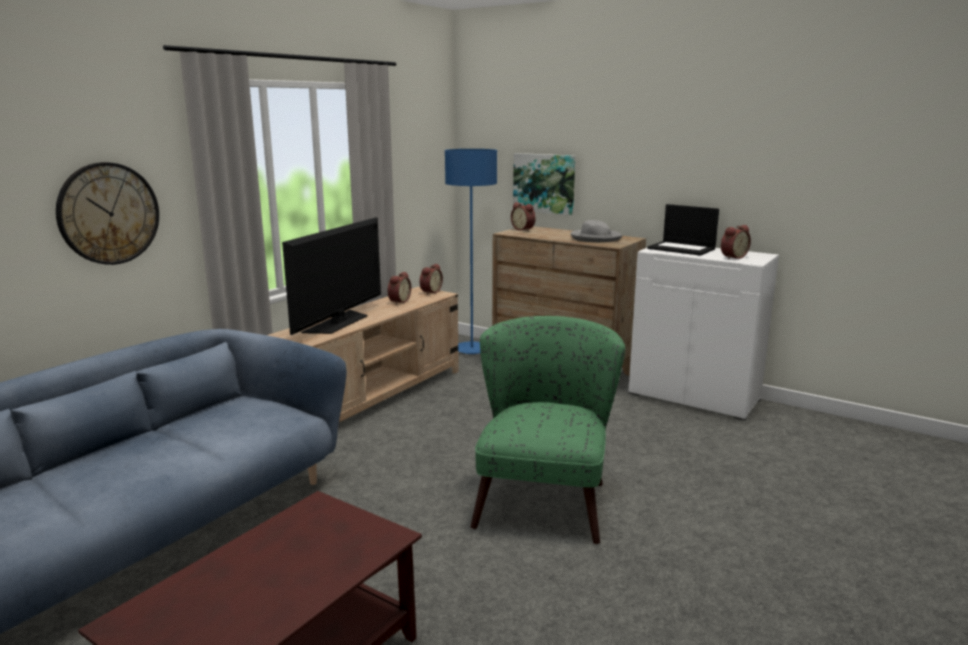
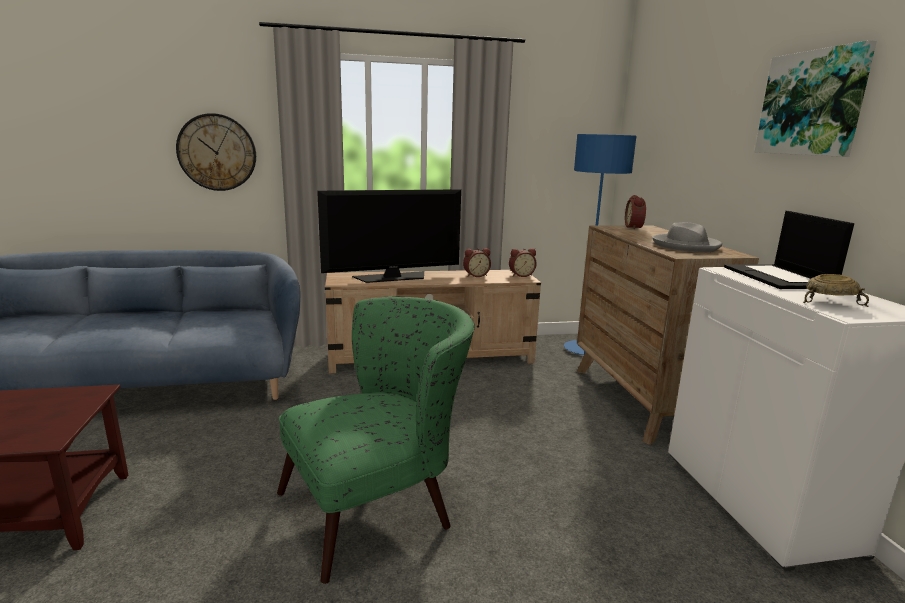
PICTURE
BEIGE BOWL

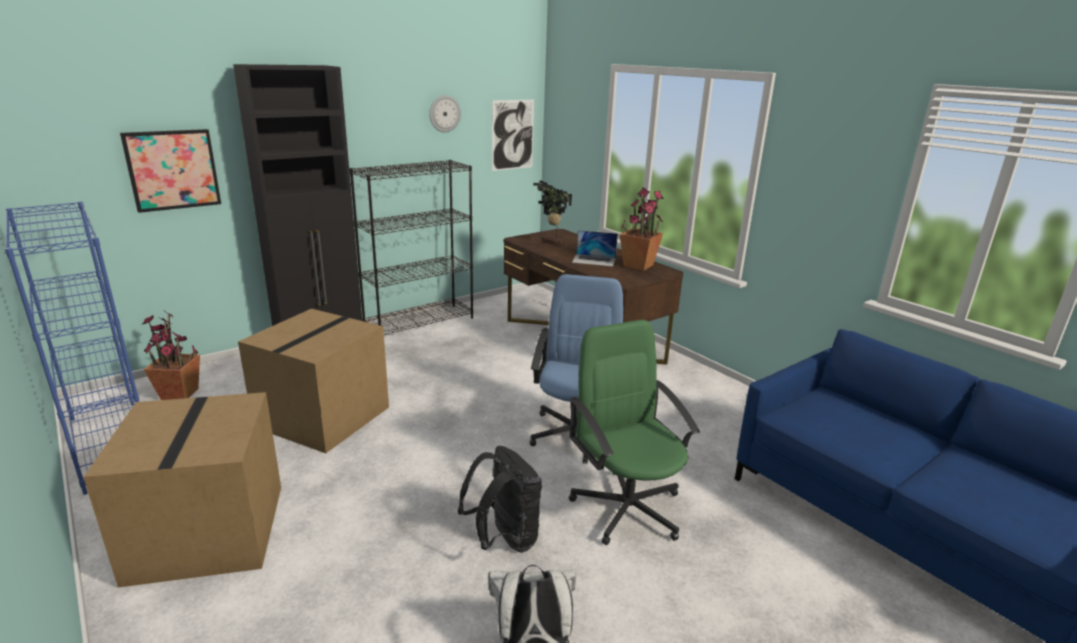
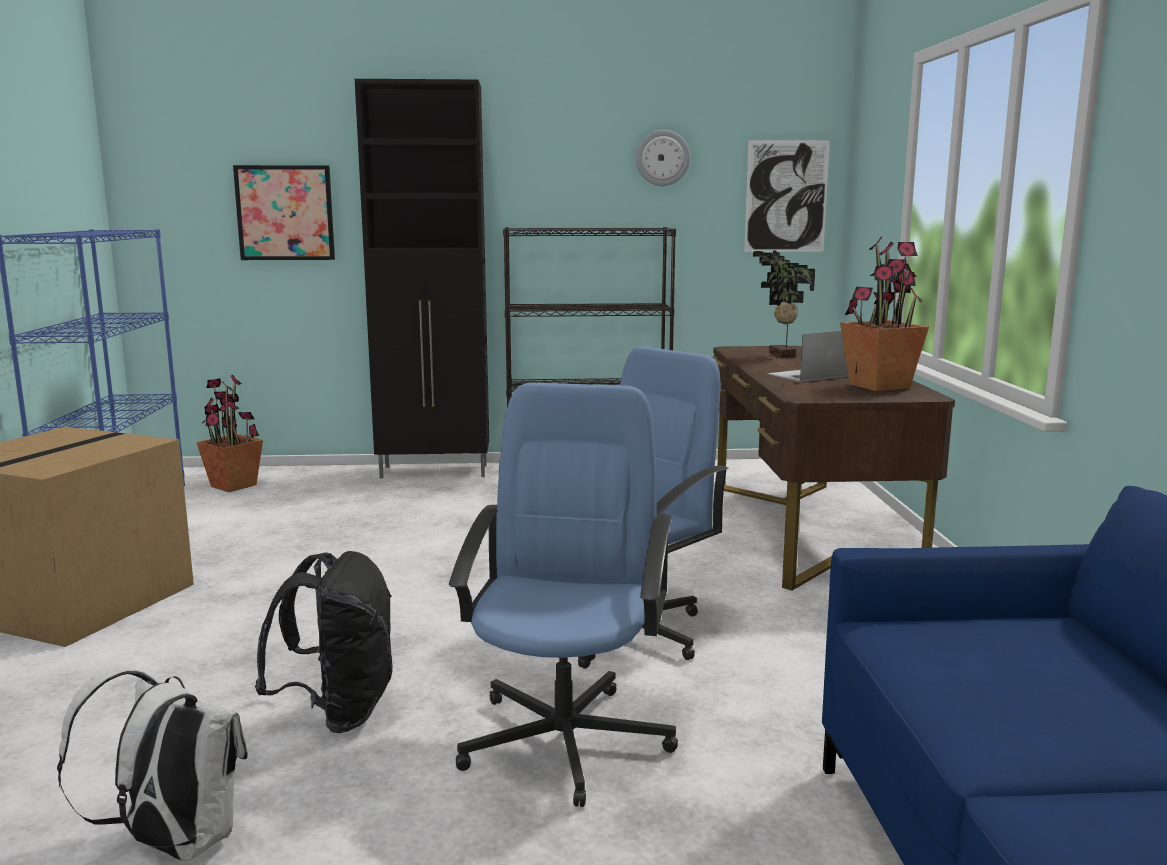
BLUE OFFICE CHAIR (1st from left)
LAPTOP
CARDBOARD BOX (2nd from left in the first image)

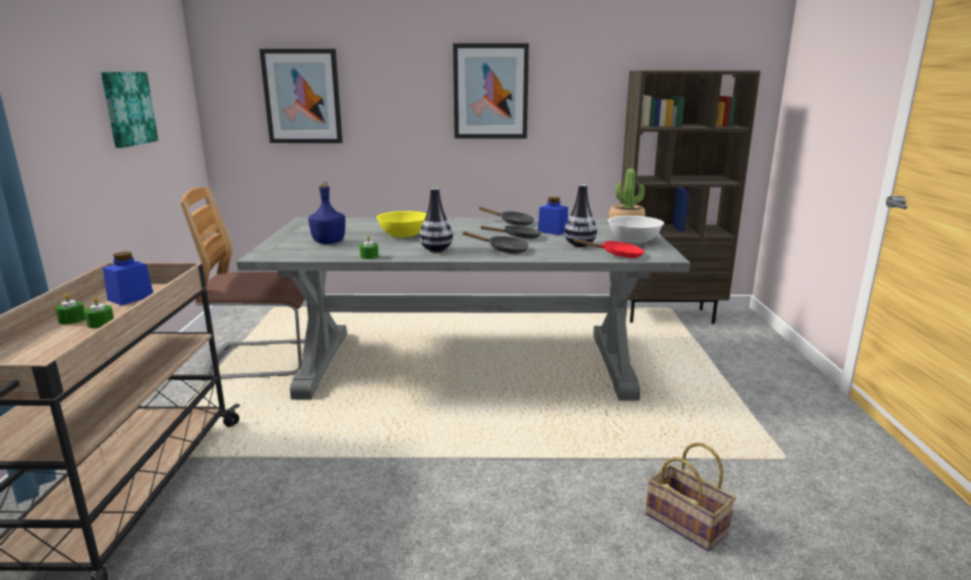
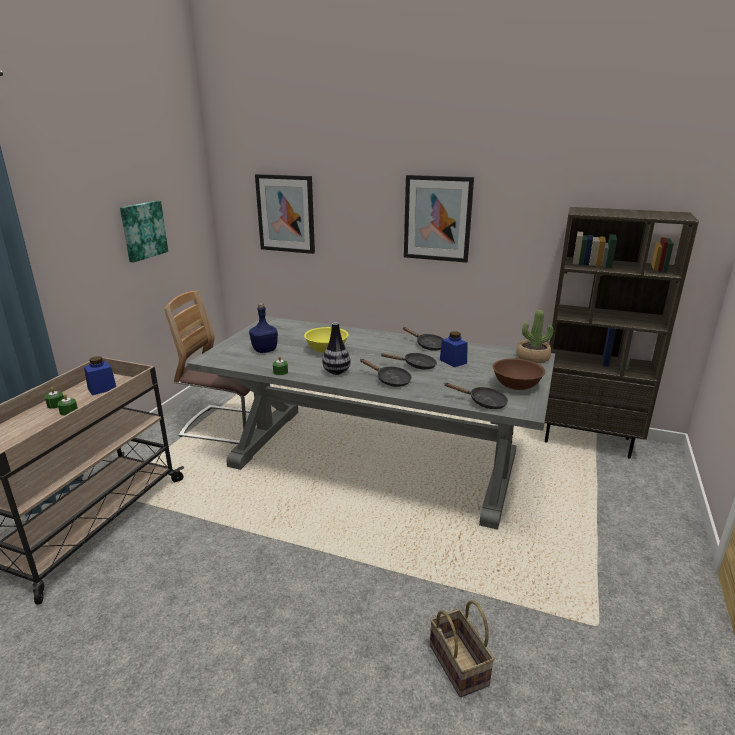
BLACK FRYING PAN (4th from left)
BROWN BOWL
VASE (2nd from left in the first image)

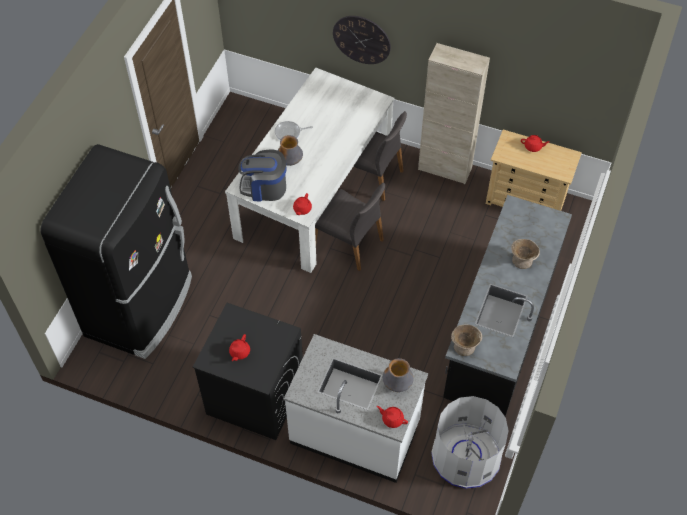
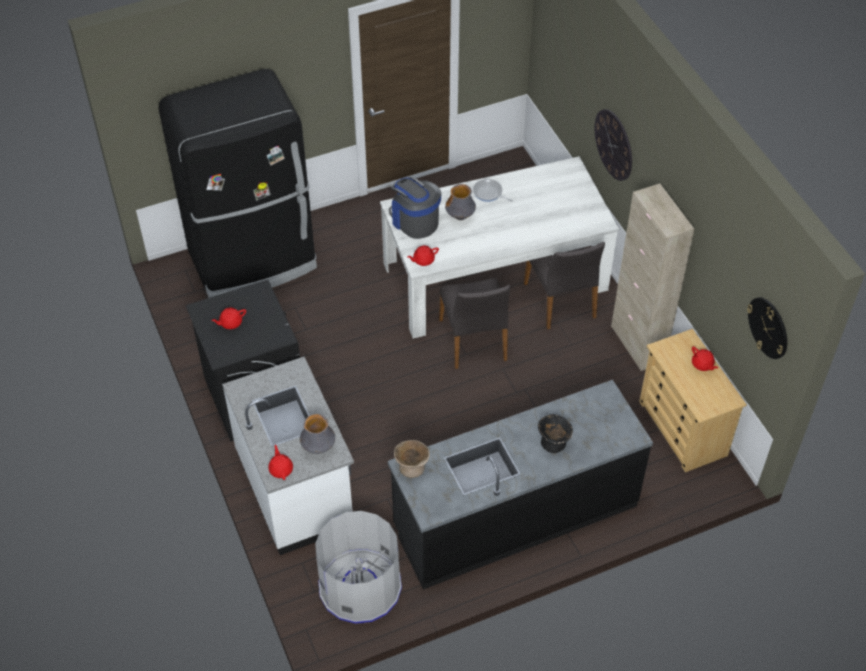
BLACK BOWL
WALL CLOCK (2nd from left)

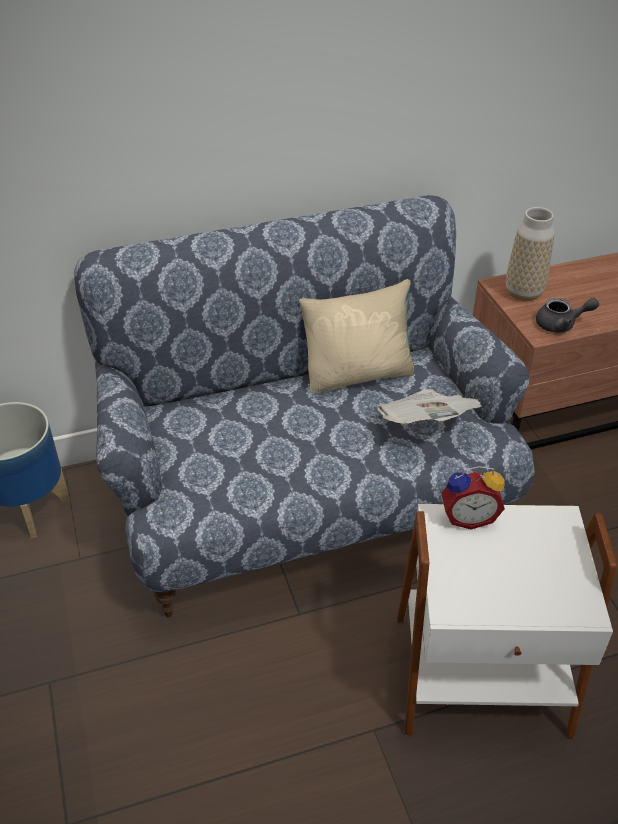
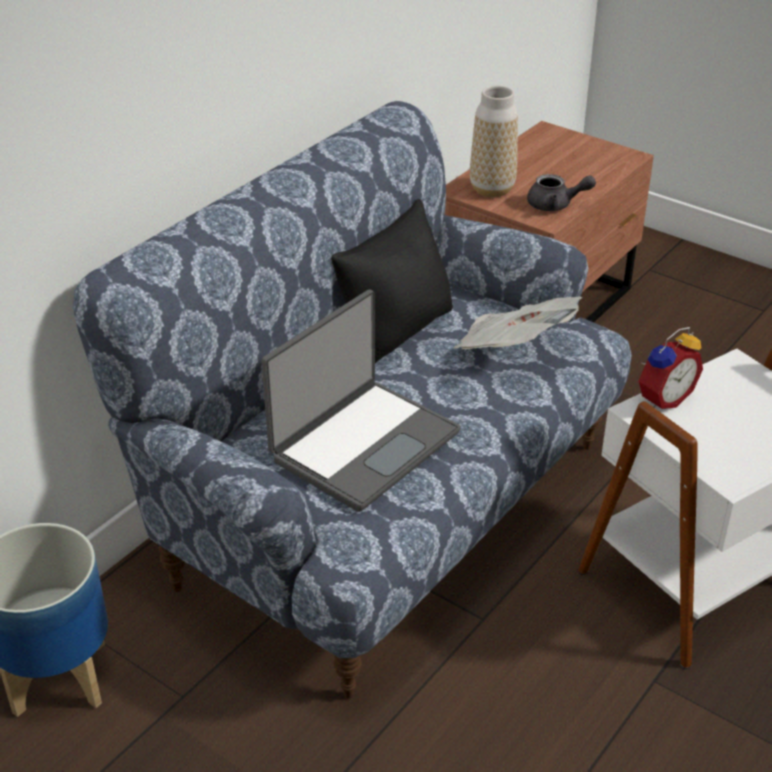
LAPTOP
BLACK PILLOW
GREY TEAPOT

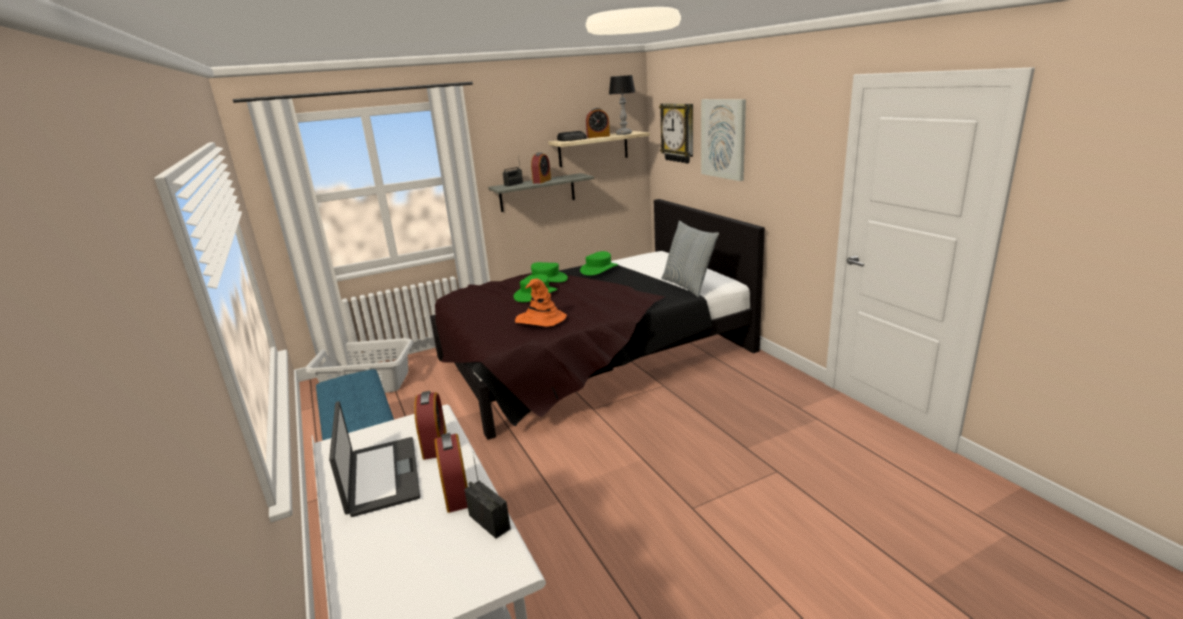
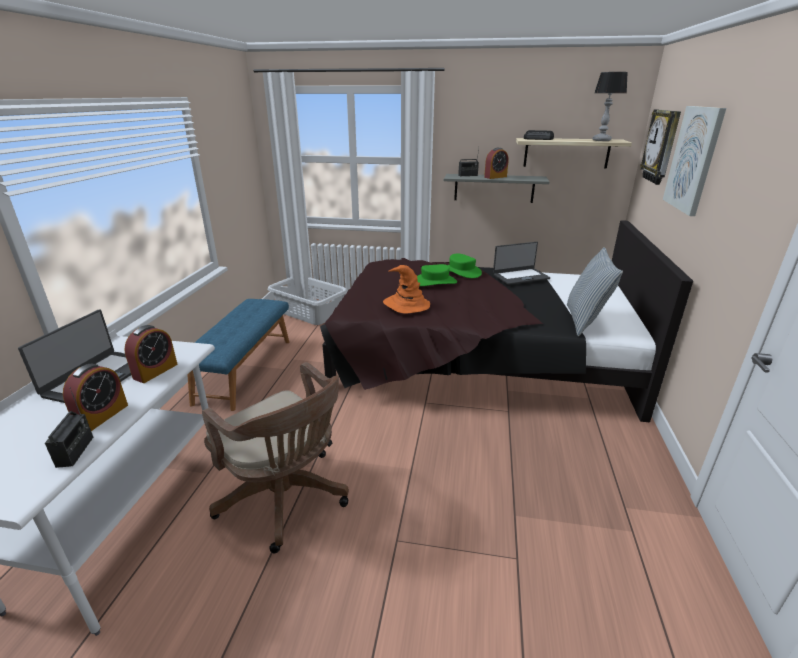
BROWN OFFICE CHAIR
LAPTOP (2nd from left)
ALARM CLOCK (4th from left in the first image)

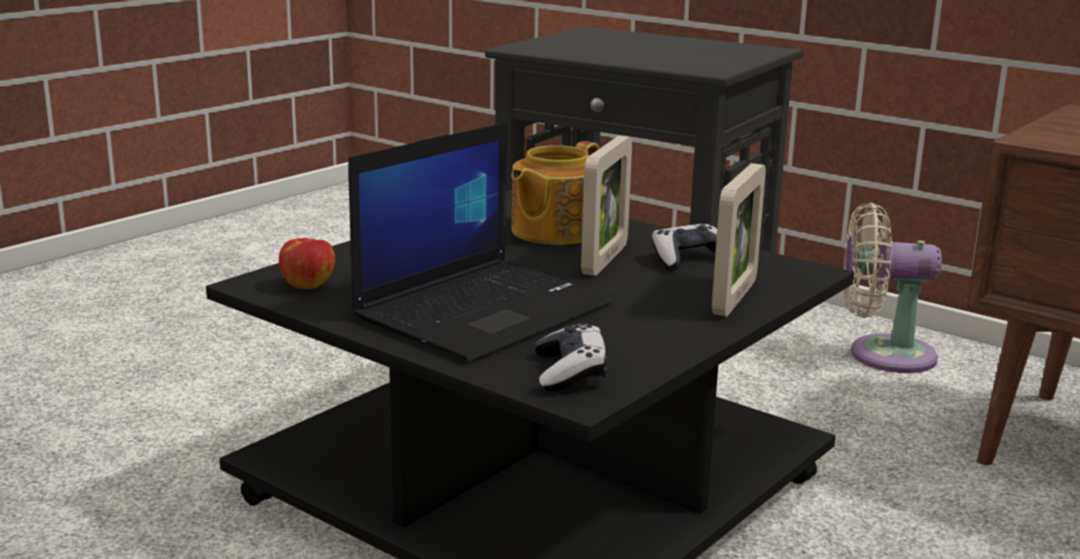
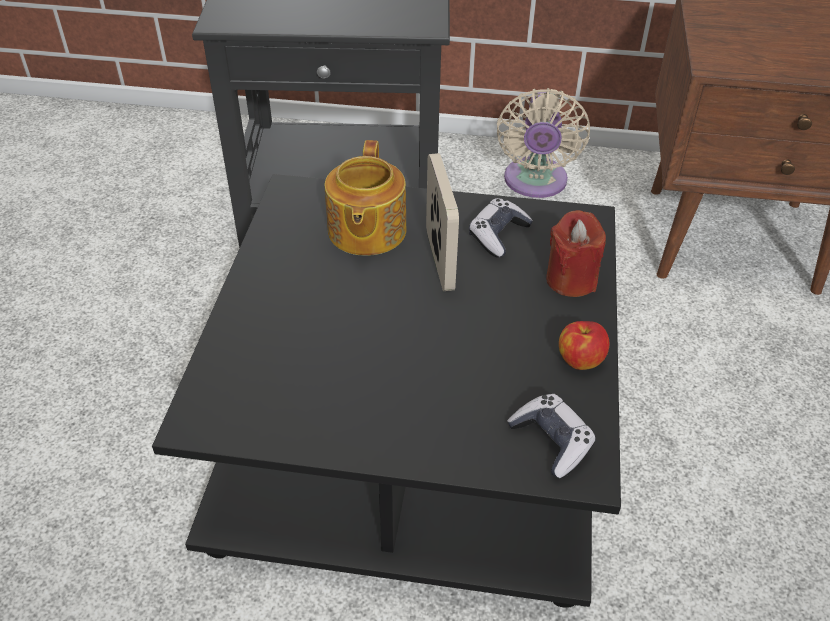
BEIGE FAN
RED CANDLE
APPLE
LAPTOP

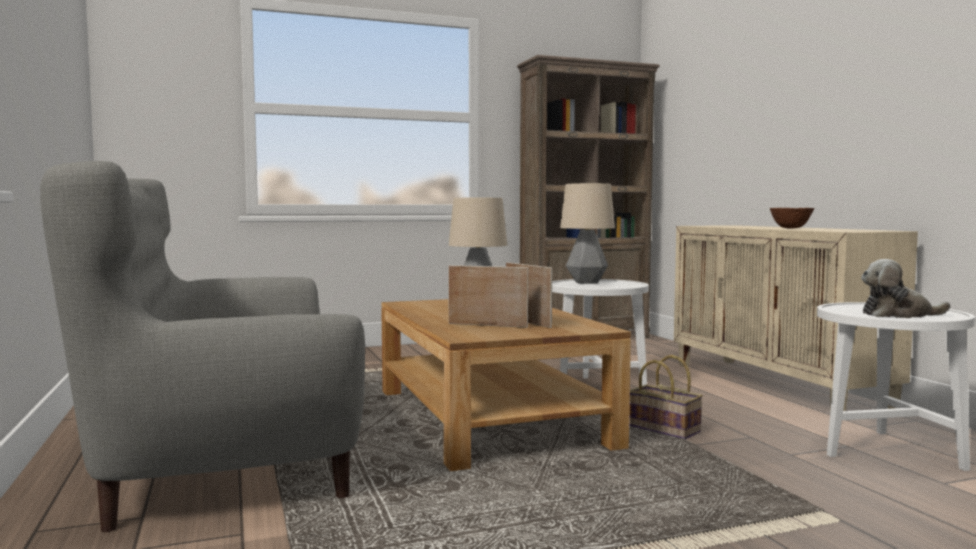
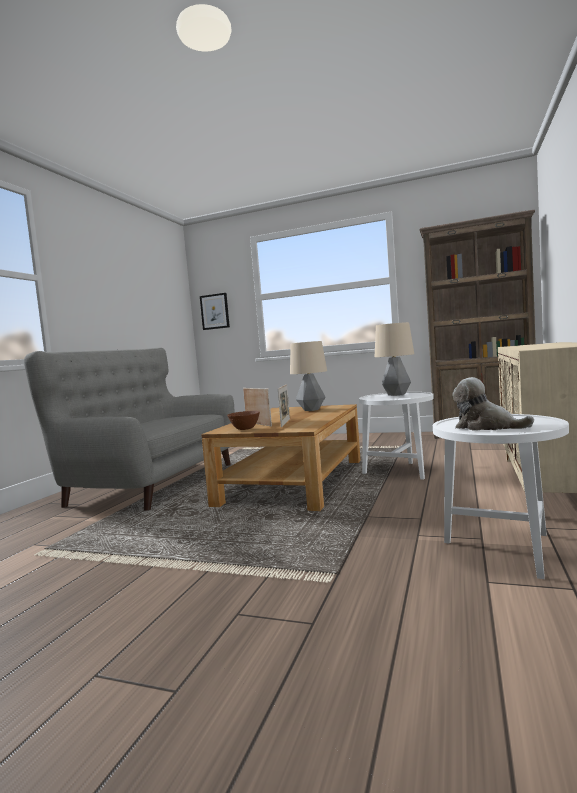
PICTURE
BROWN BOWL
BASKET

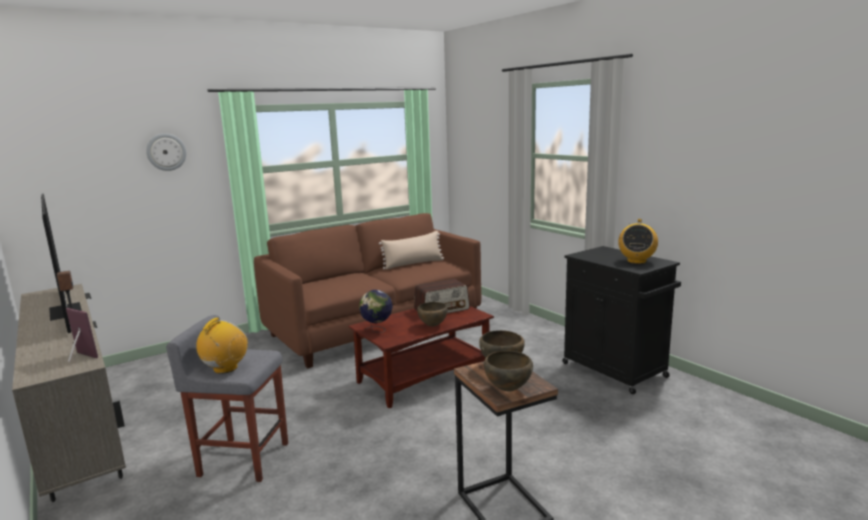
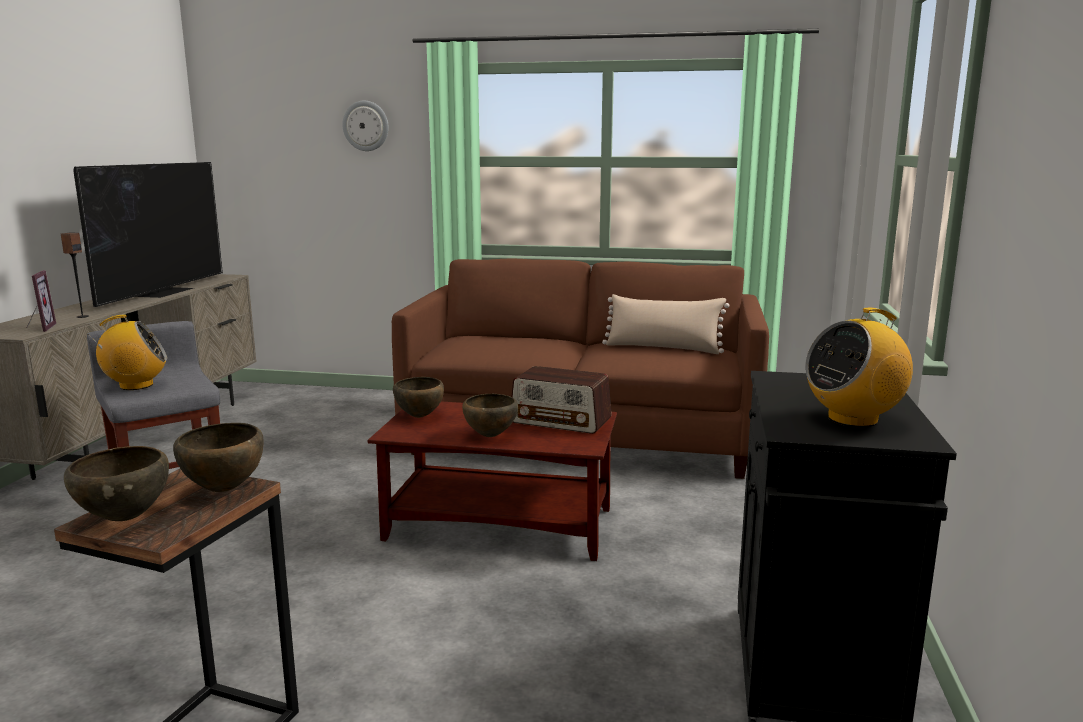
BROWN BOWL (3rd from left)

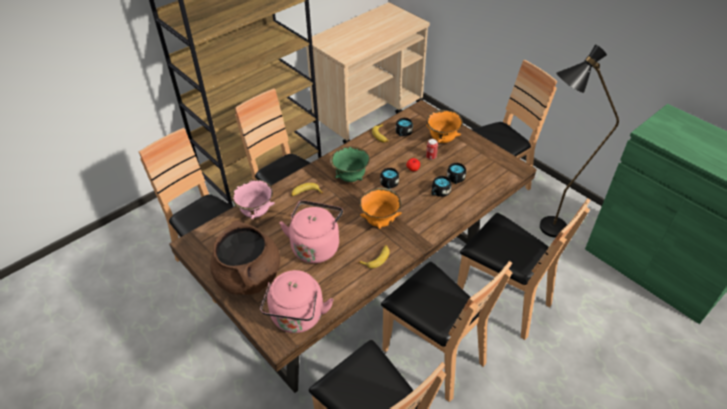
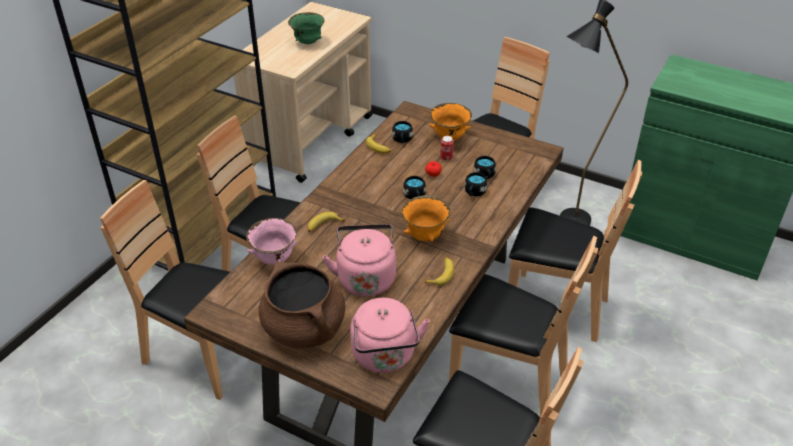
GREEN BOWL

